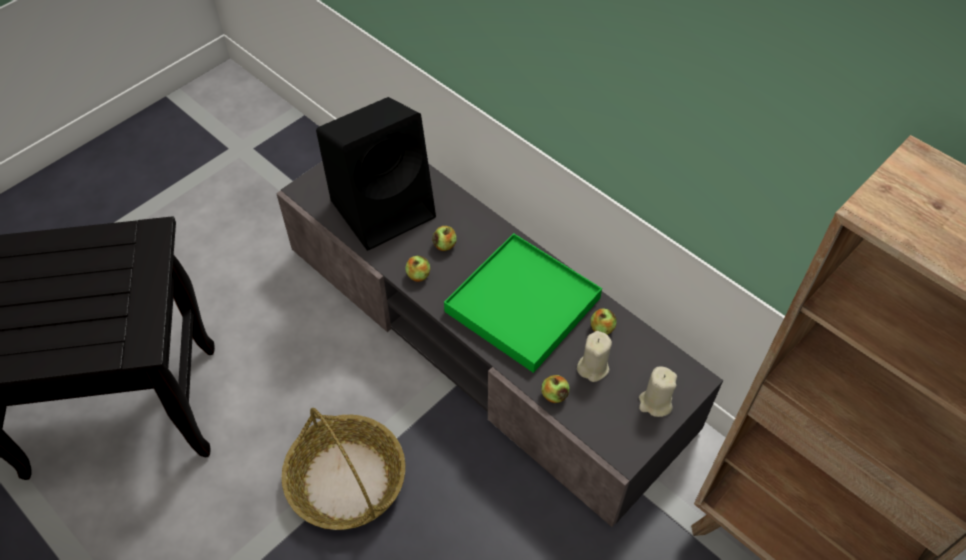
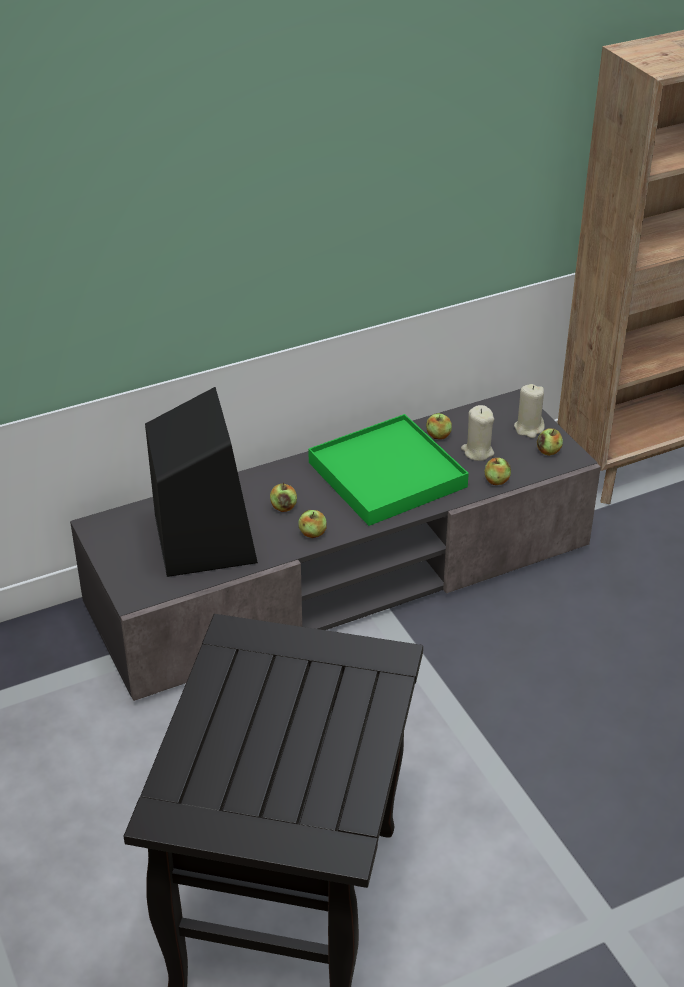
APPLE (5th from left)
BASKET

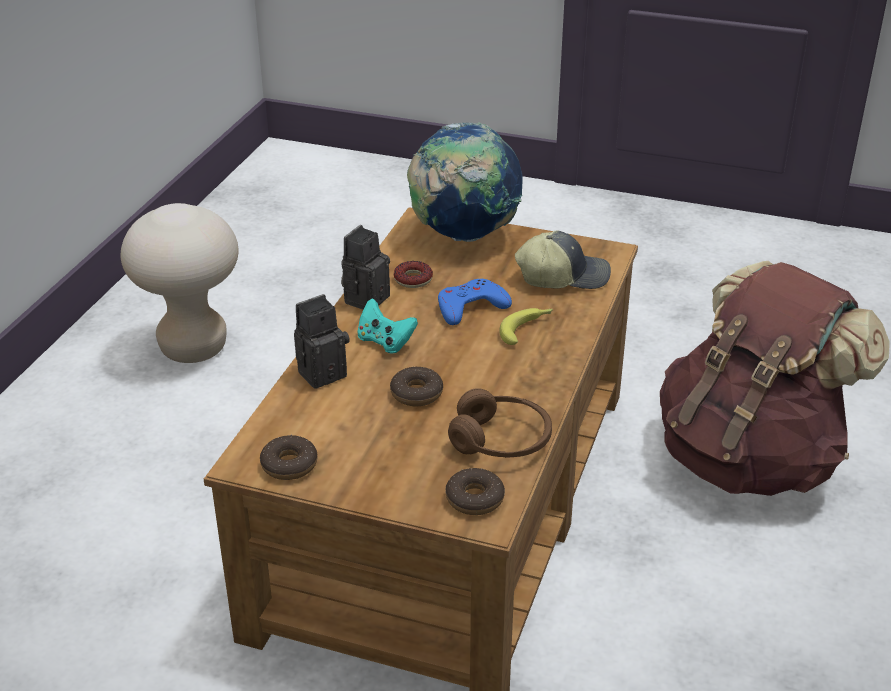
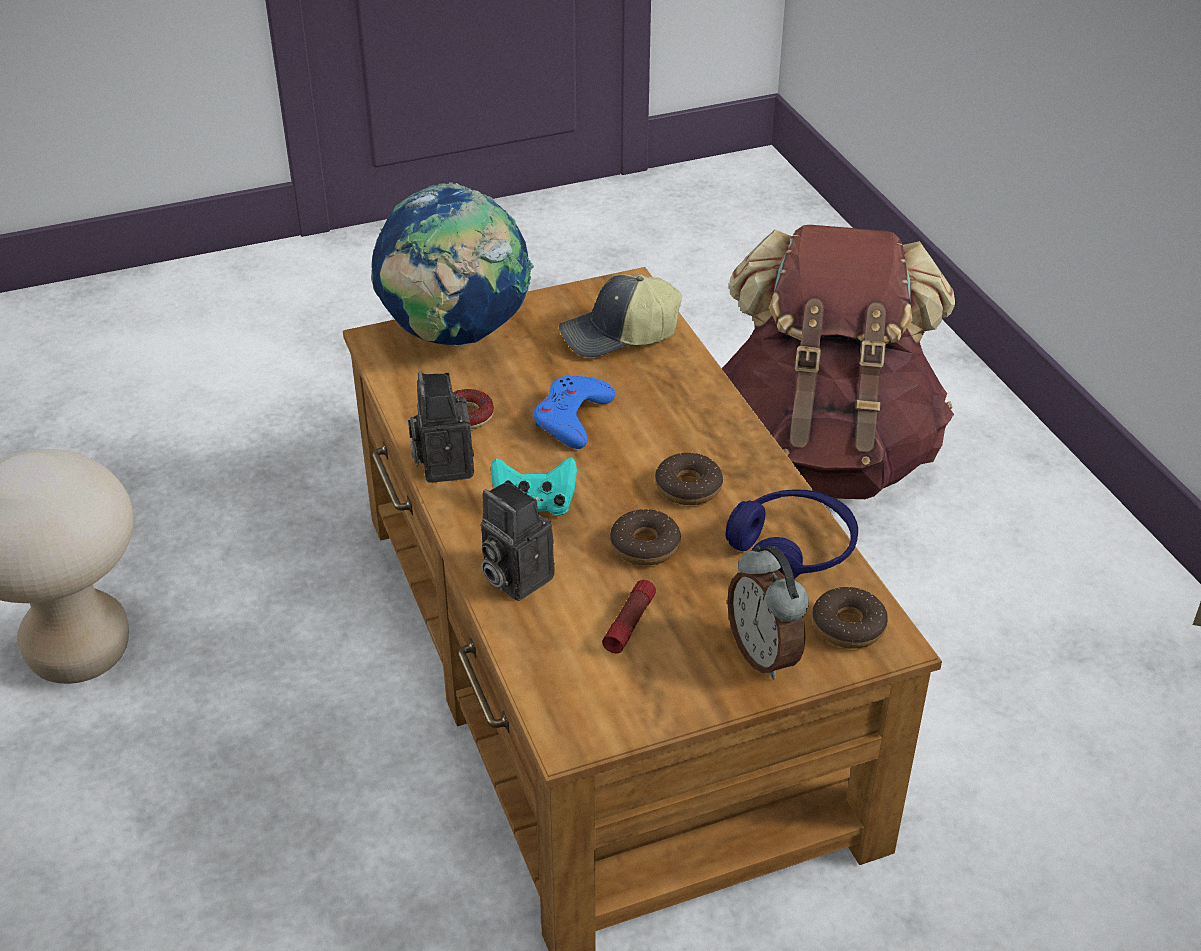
PHOTO CAMERA (2nd from left)
CAP
FLASHLIGHT
DONUT (3rd from left)
BLUE HEADPHONES
ALARM CLOCK
BANANA

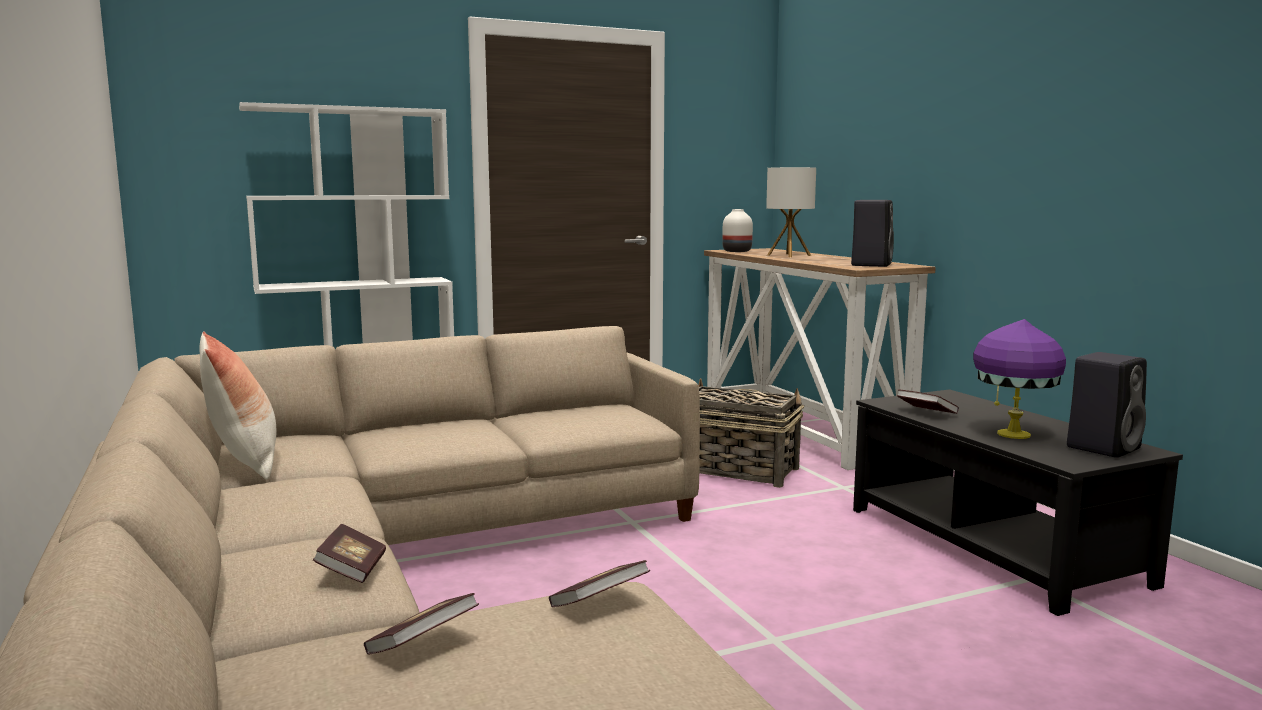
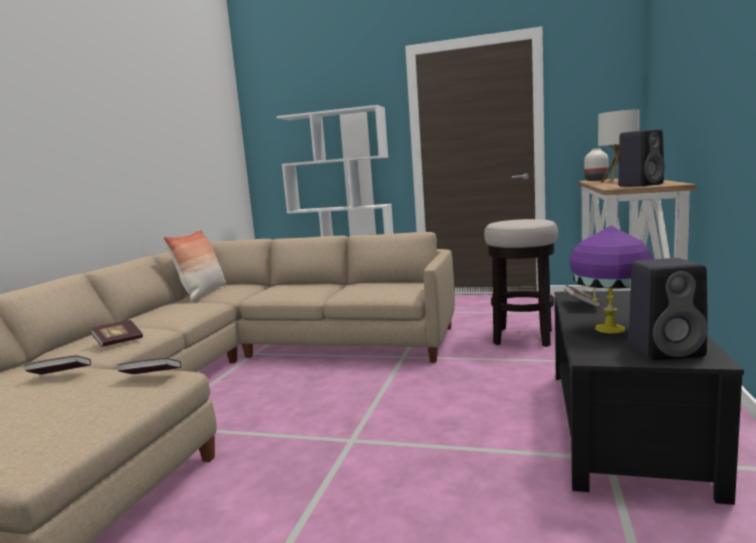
STOOL

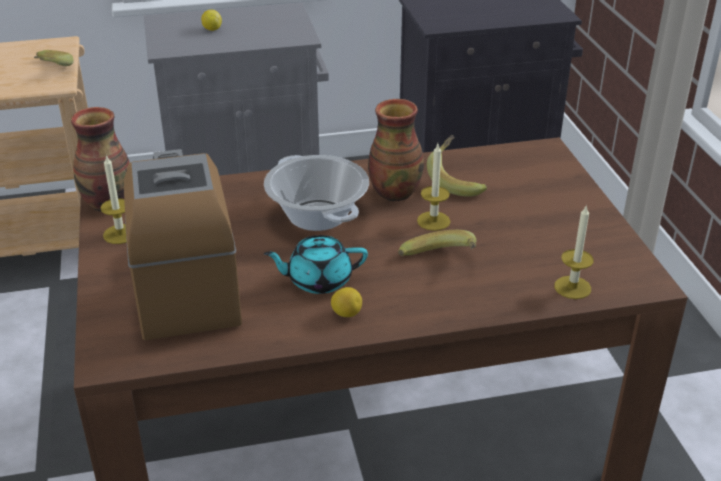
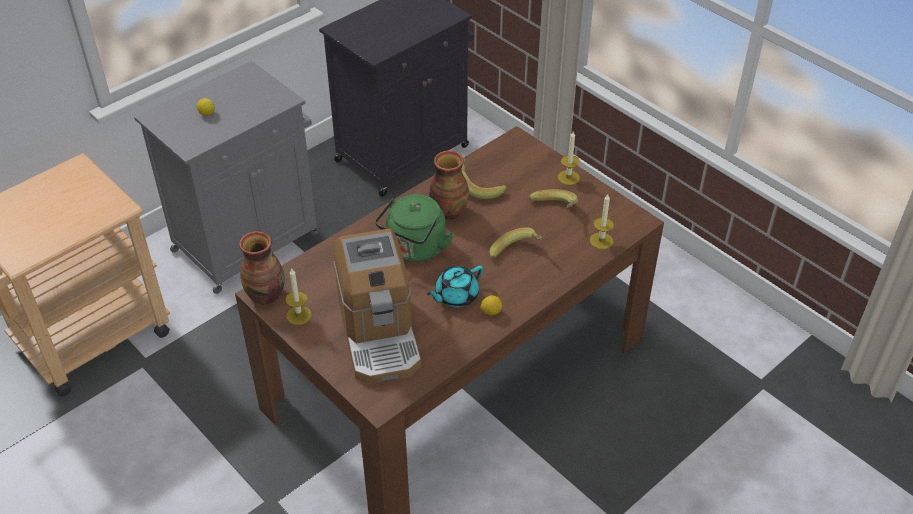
COFFEE MACHINE
GREEN KETTLE
BANANA (3rd from left)
CANDLE (2nd from left)

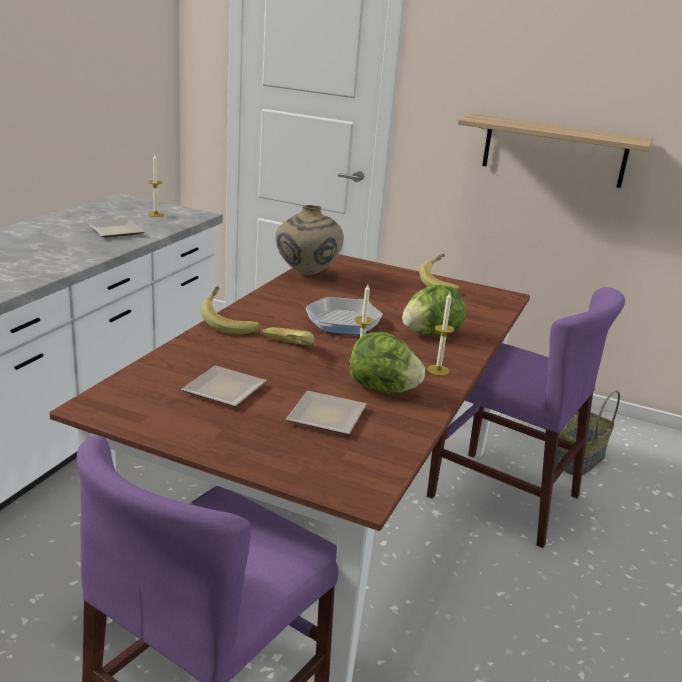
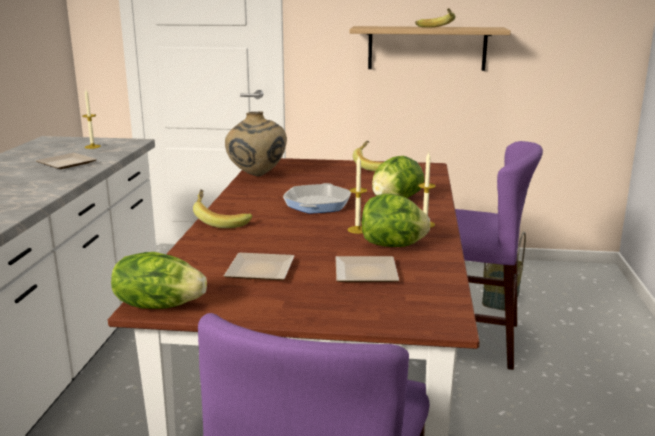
LETTUCE (1st from left)
BANANA (3rd from left)

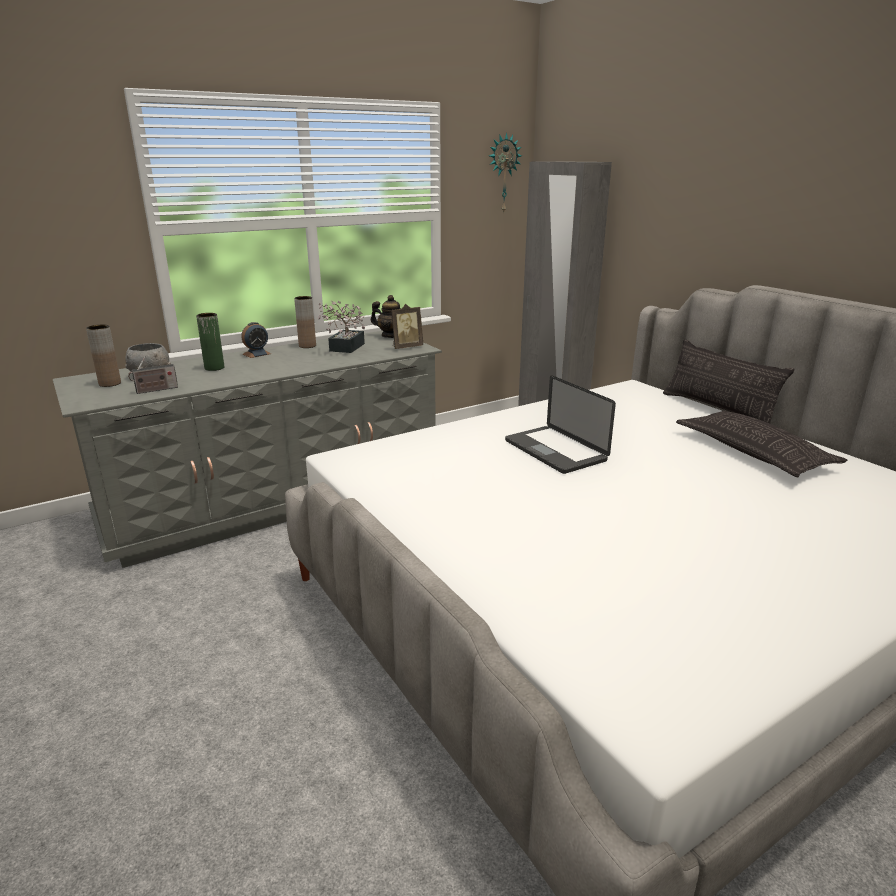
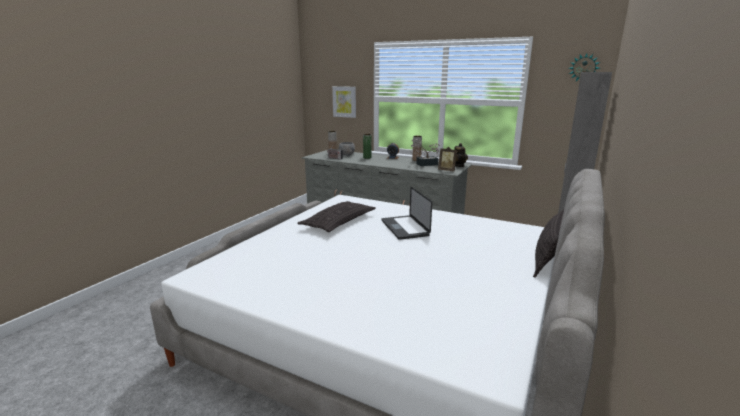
PILLOW (1st from left)
PICTURE
LAPTOP

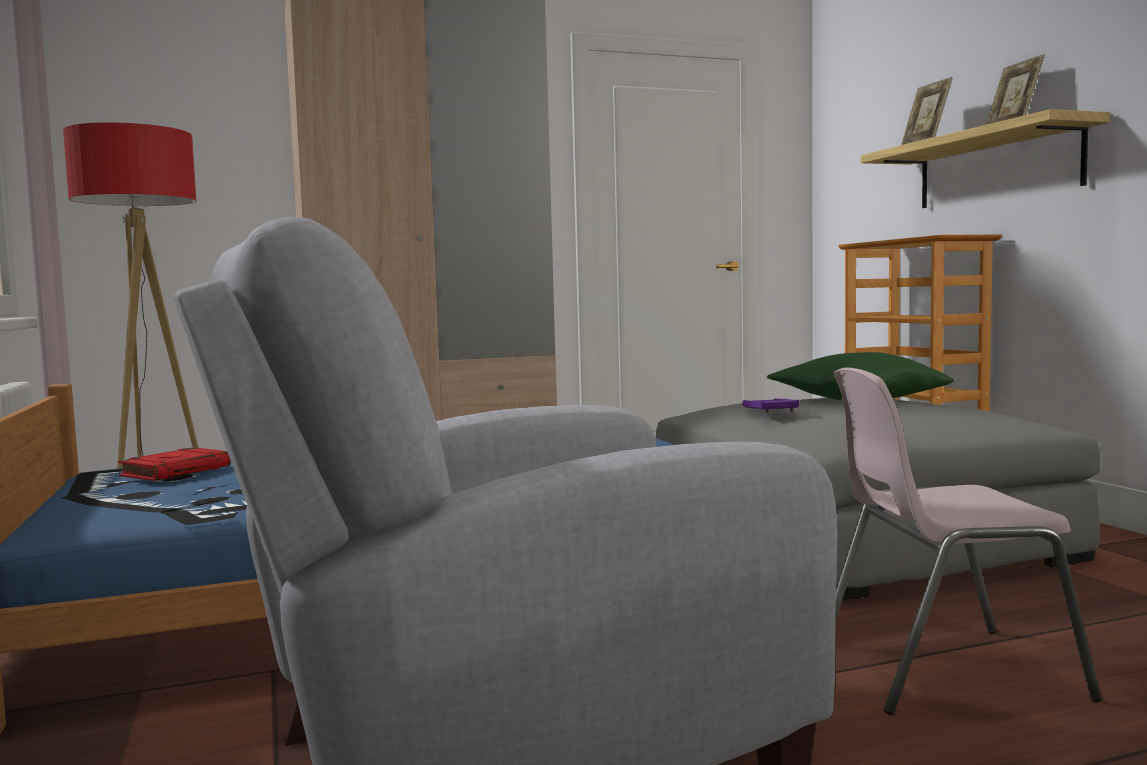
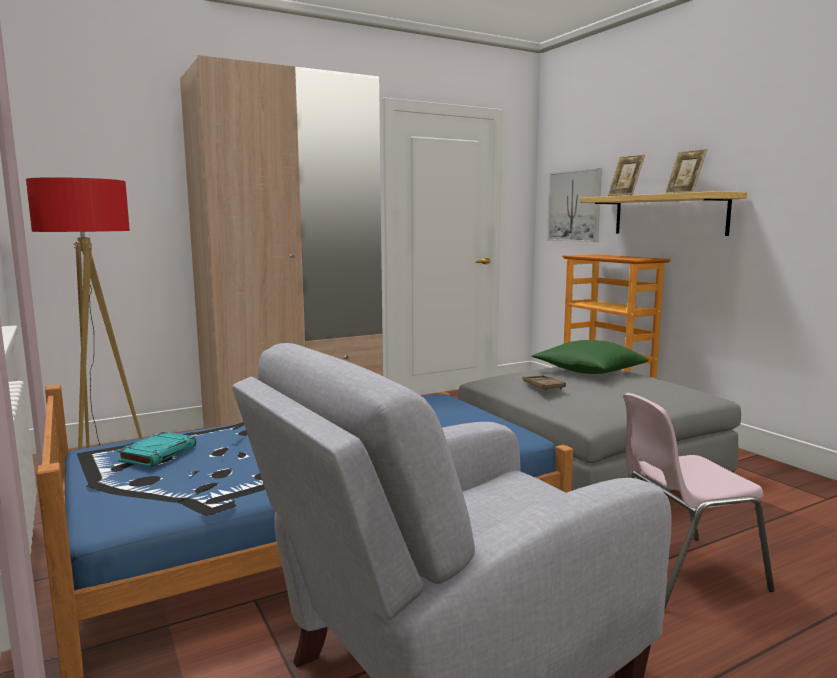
TURQUOISE BOOK
BROWN TRAY
PICTURE

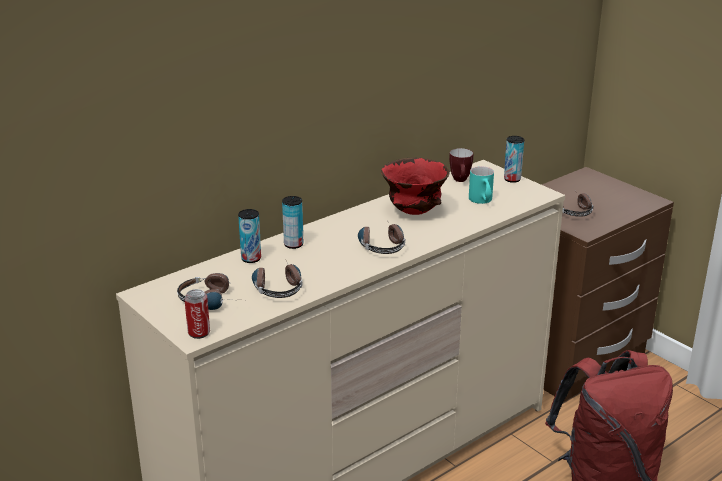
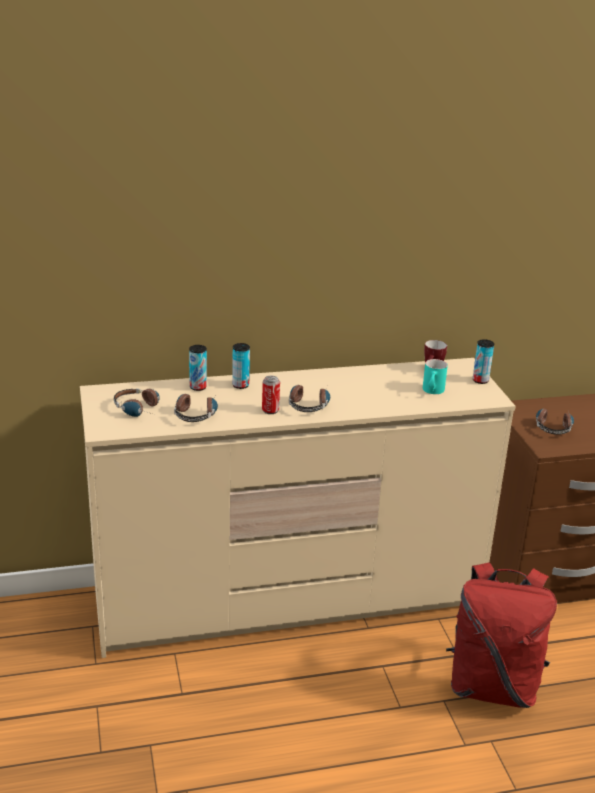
CAN (3rd from left)
RED BOWL

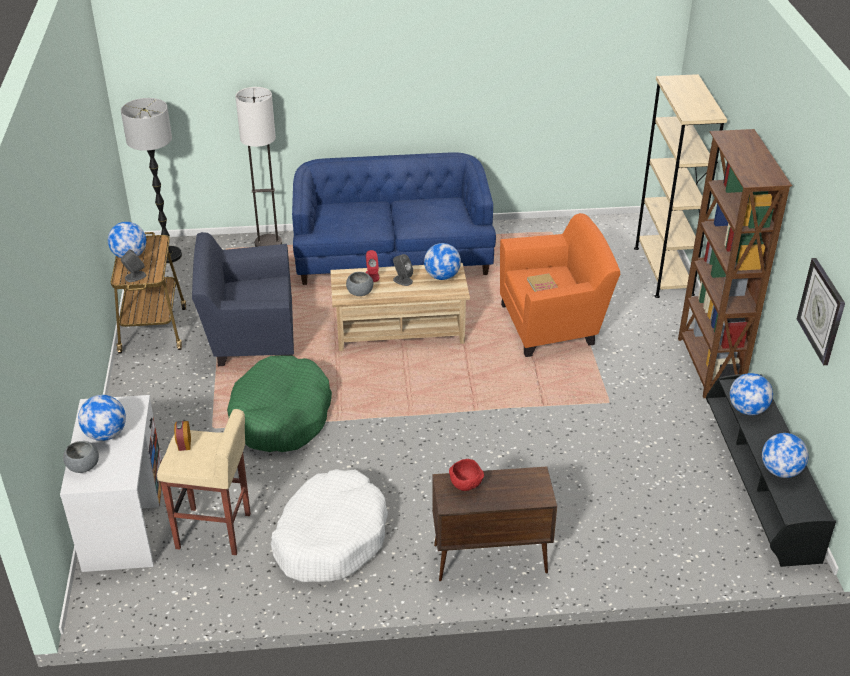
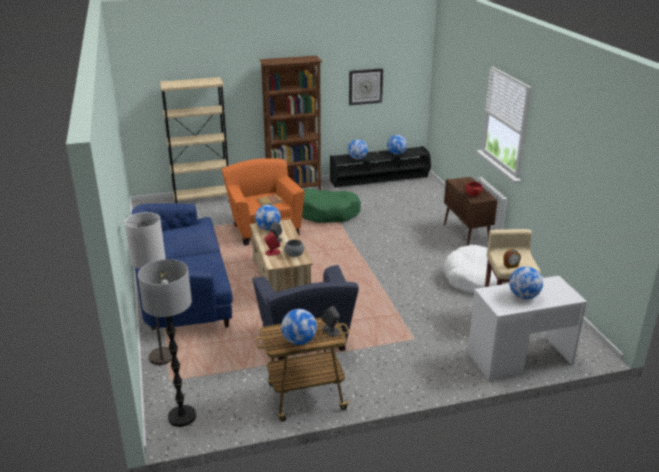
GREEN DOG BED
GREY BOWL (1st from left in the first image)

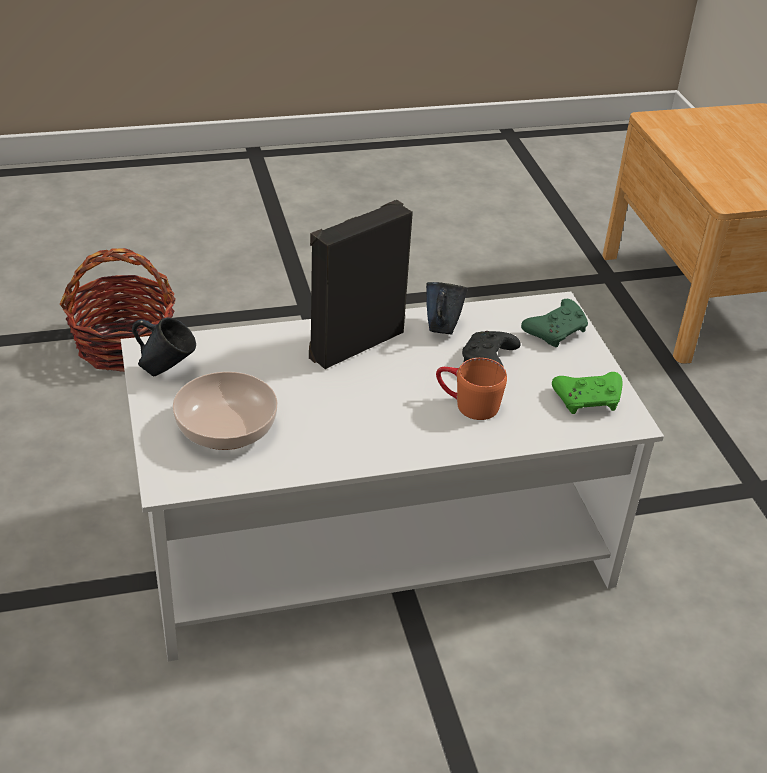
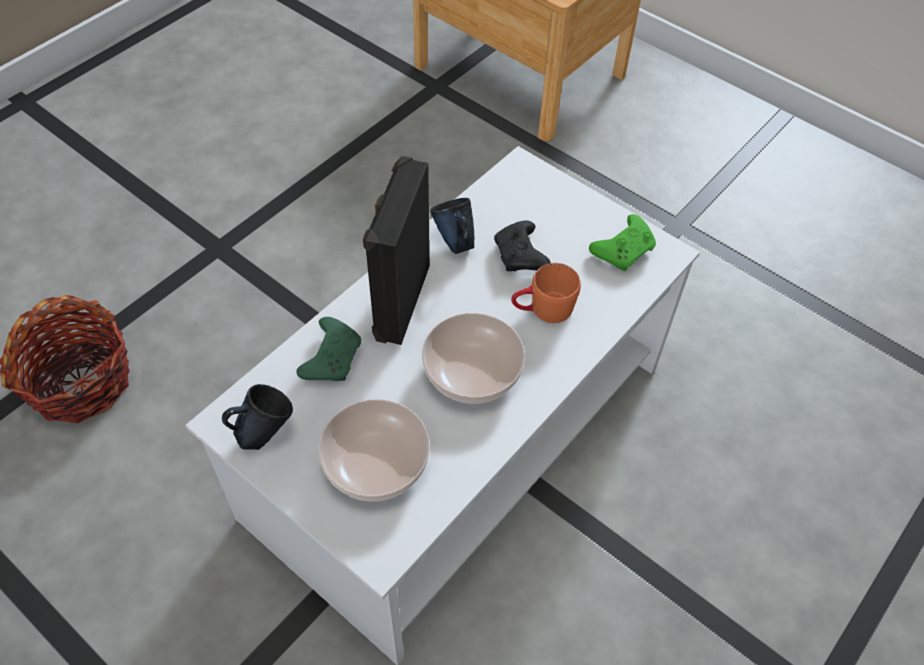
GREEN GAME CONTROLLER (1st from left)
BOWL (2nd from left)

